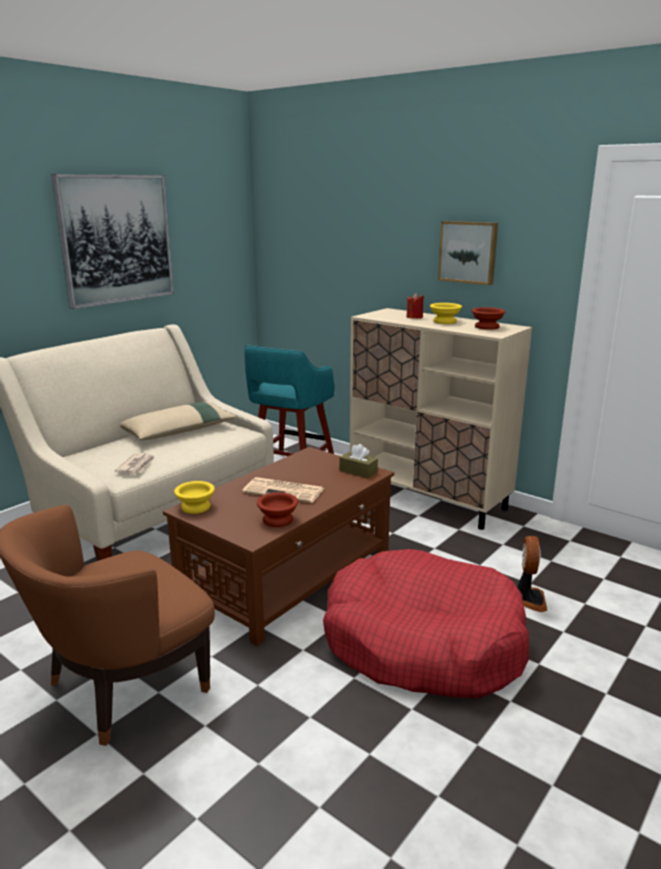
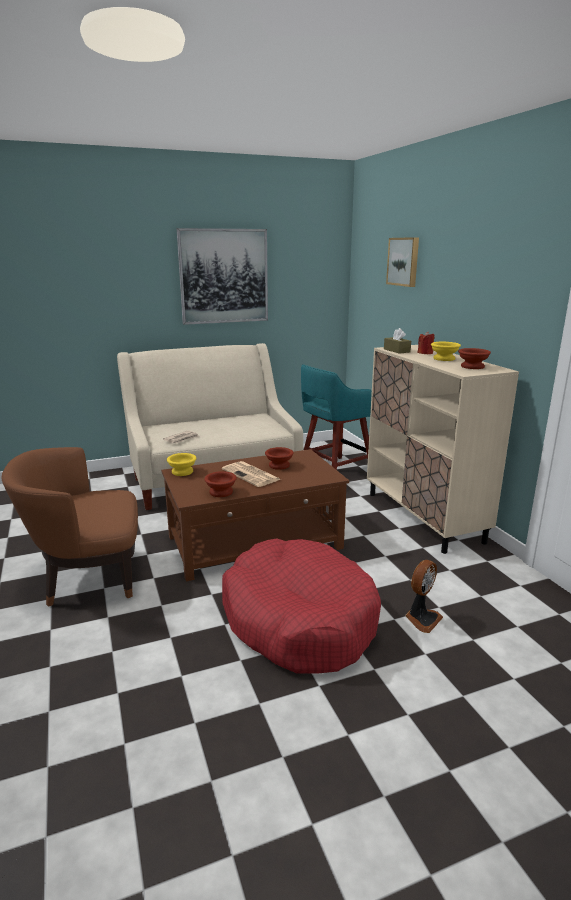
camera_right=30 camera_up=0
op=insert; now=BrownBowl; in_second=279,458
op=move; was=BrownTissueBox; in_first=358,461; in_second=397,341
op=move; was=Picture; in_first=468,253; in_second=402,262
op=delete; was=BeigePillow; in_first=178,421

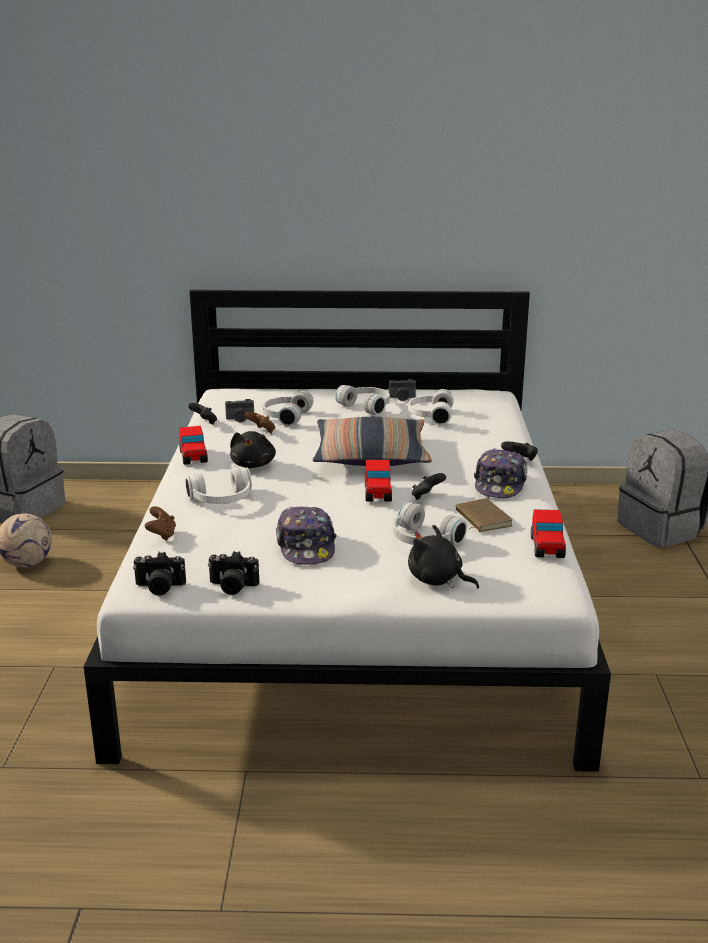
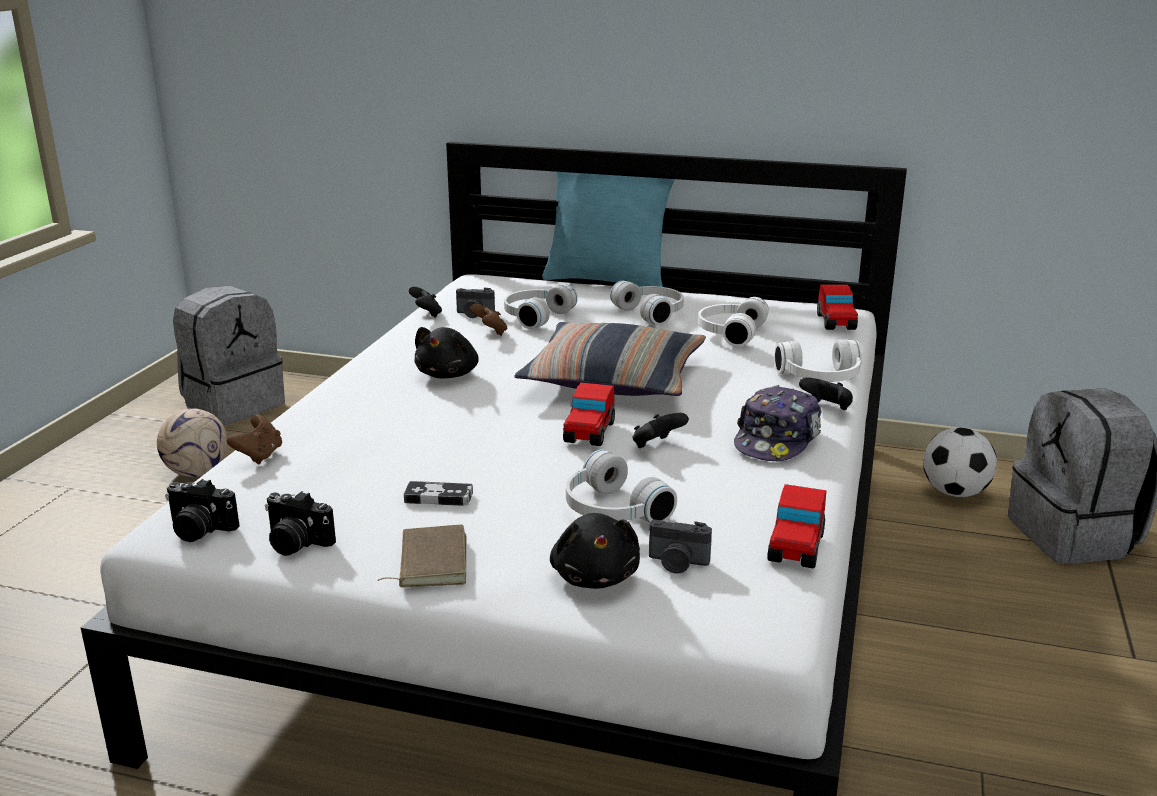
camera_right=15 camera_up=0
op=move; was=BrownBook; in_first=484,515; in_second=422,556
op=replace; was=Cap; now=GameController; in_first=306,535; in_second=438,493
op=insert; now=TurquoisePillow; in_second=608,229
op=rotate; was=BlackPlushToy; in_first=443,557; in_second=595,551; clockwise=-150
op=move; was=PhotoCamera; in_first=402,390; in_second=680,547
op=move; was=WhiteHeadphones; in_first=218,485; in_second=818,360
op=move; was=ToyCar; in_first=193,445; in_second=837,307
op=insert; now=Football; in_second=960,462

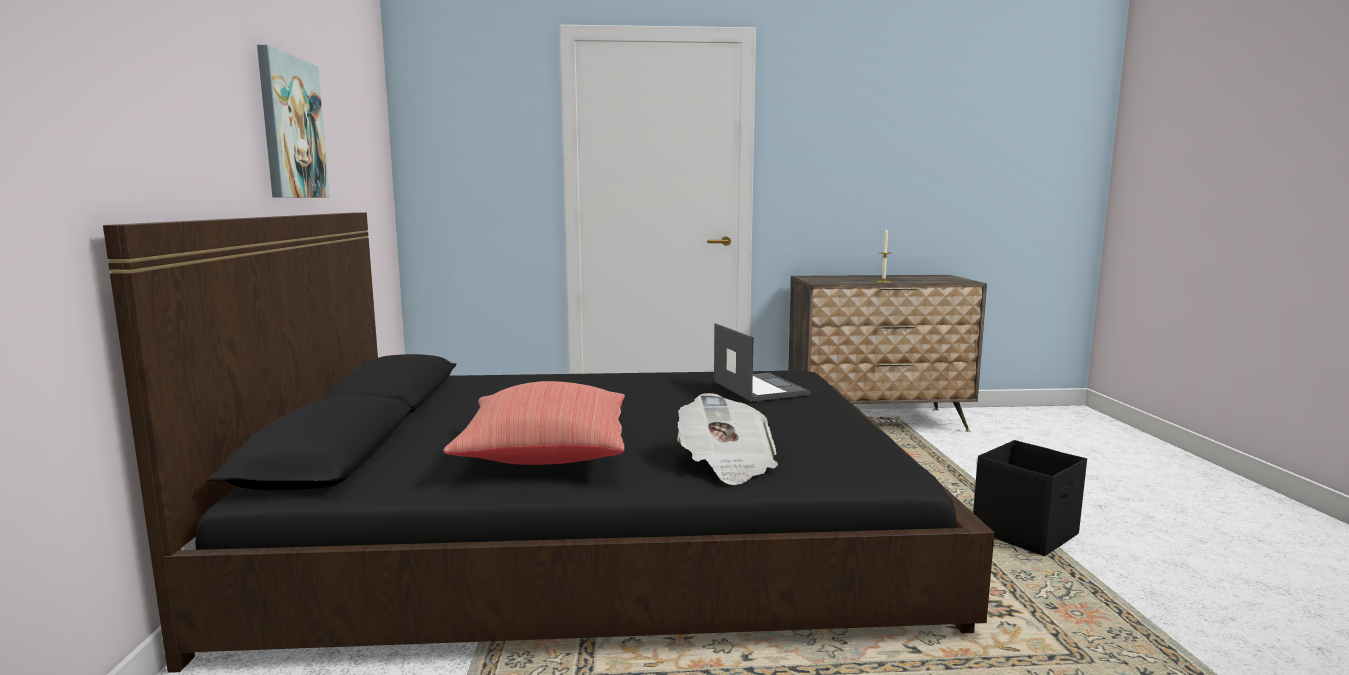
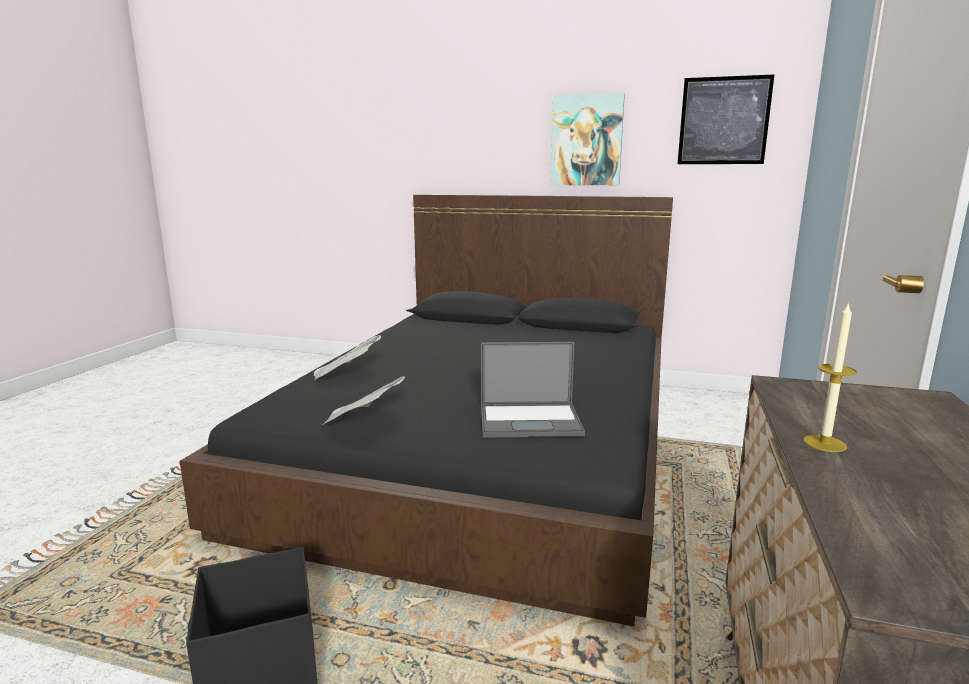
camera_right=110 camera_up=5
op=insert; now=Newspaper; in_second=362,401
op=insert; now=Picture; in_second=726,119
op=delete; was=RedPillow; in_first=534,423

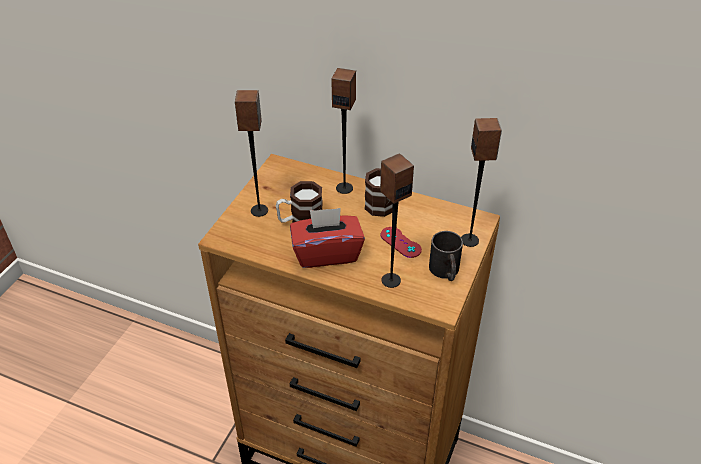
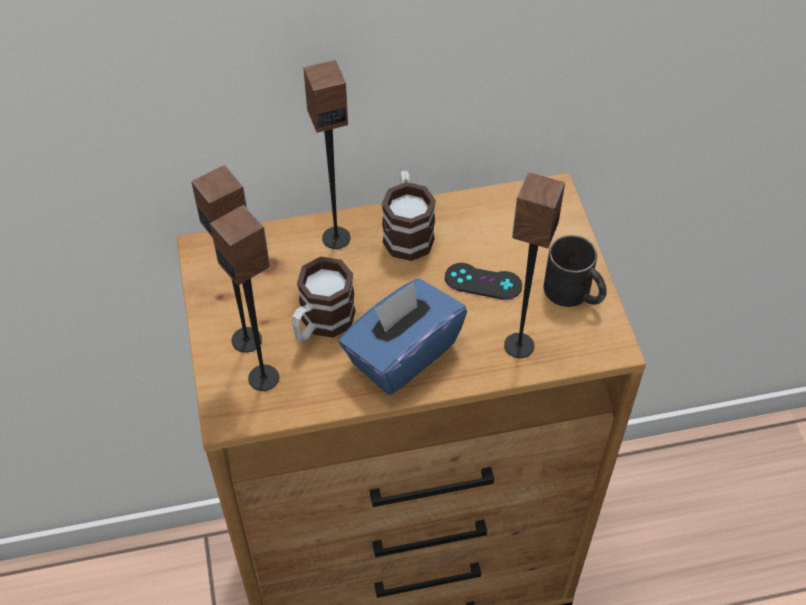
camera_right=-35 camera_up=10
op=move; was=Speaker; in_first=481,182; in_second=244,298
op=recolor; was=RedTissueBox; now=BlueTissueBox; in_first=327,238; in_second=403,336
op=recolor; was=RedGameController; now=BlackGameController; in_first=401,242; in_second=483,281

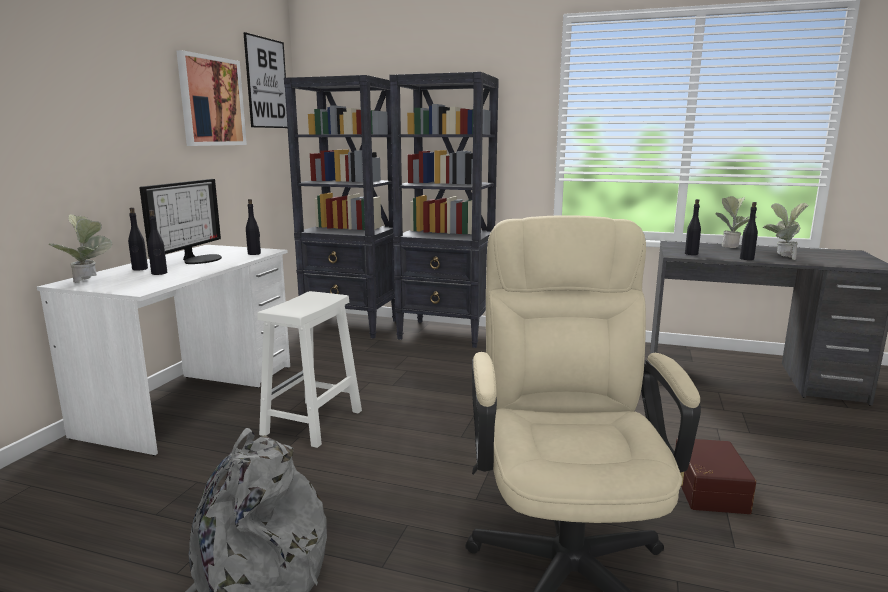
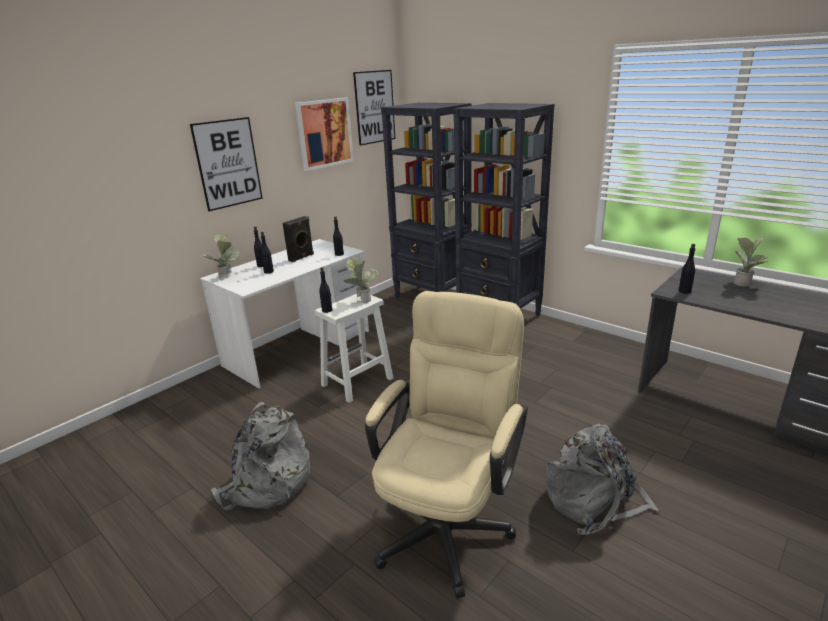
camera_right=25 camera_up=10
op=insert; now=Picture; in_second=226,164
op=replace; was=Monitor; now=BlackSpeaker; in_first=180,221; in_second=298,239
op=move; was=BlackBottle; in_first=749,231; in_second=325,290
op=move; was=PottedPlant; in_first=786,231; in_second=361,280
op=replace; was=BrownStorageBox; now=GreyBackpack; in_first=715,476; in_second=602,479

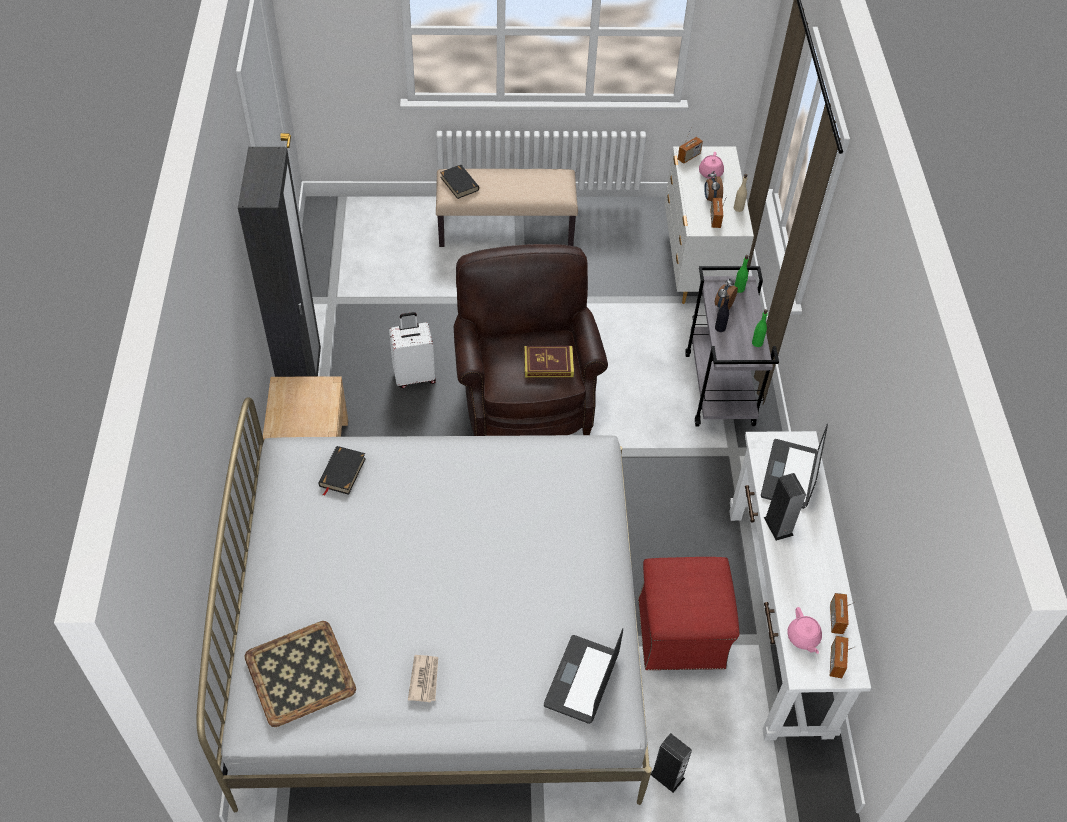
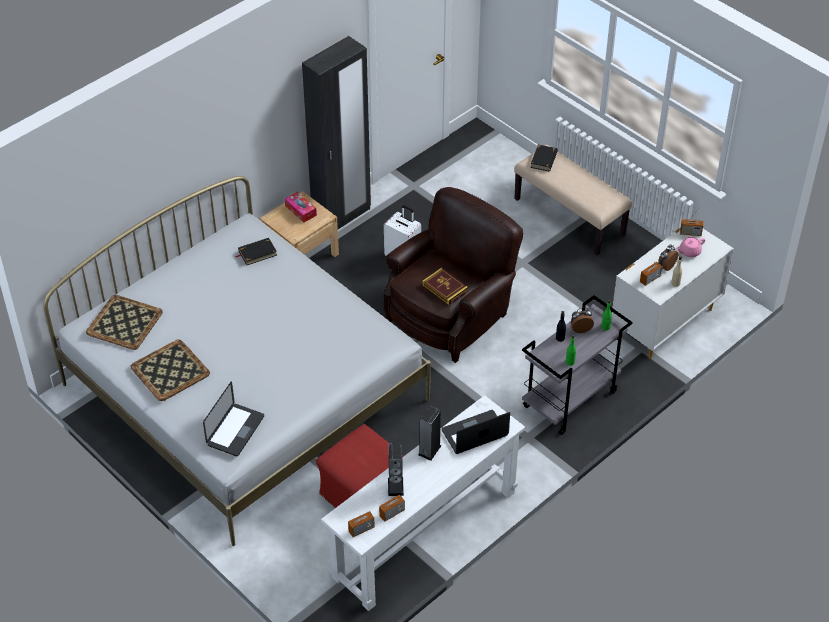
camera_right=50 camera_up=-5
op=replace; was=Newspaper; now=Tray; in_first=423,678; in_second=170,370
op=rotate; was=Laptop; in_first=583,676; in_second=233,418; clockwise=135
op=insert; now=TissueBox; in_second=301,207
op=move; was=Speaker; in_first=671,763; in_second=396,469
op=delete; was=PinkTeapot; in_first=804,630

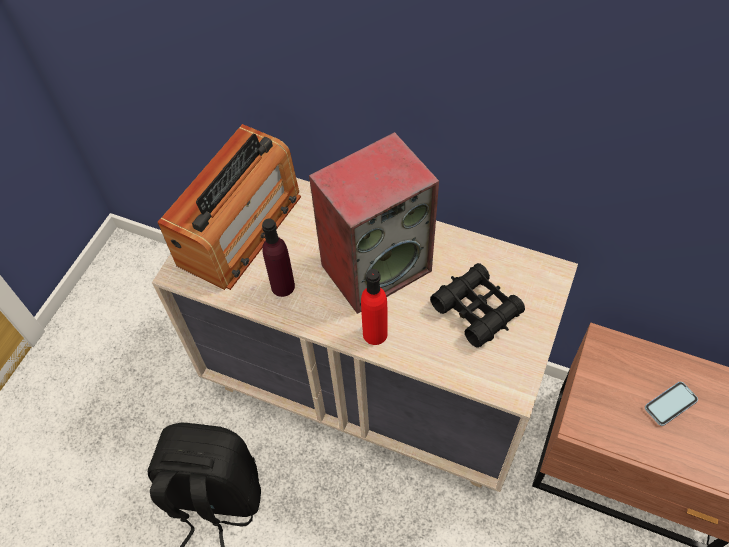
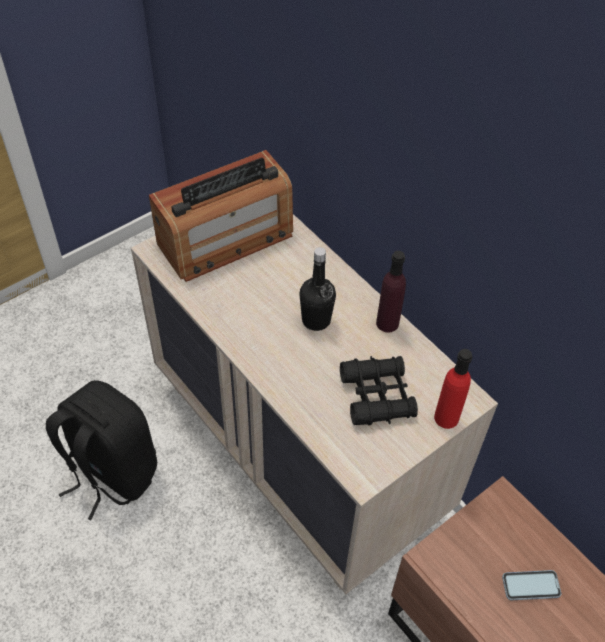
camera_right=25 camera_up=-5
op=replace; was=Speaker; now=BlackBottle; in_first=374,223; in_second=318,289
op=move; was=PurpleBottle; in_first=278,257; in_second=391,291
op=move; was=RedBottle; in_first=374,307; in_second=453,389

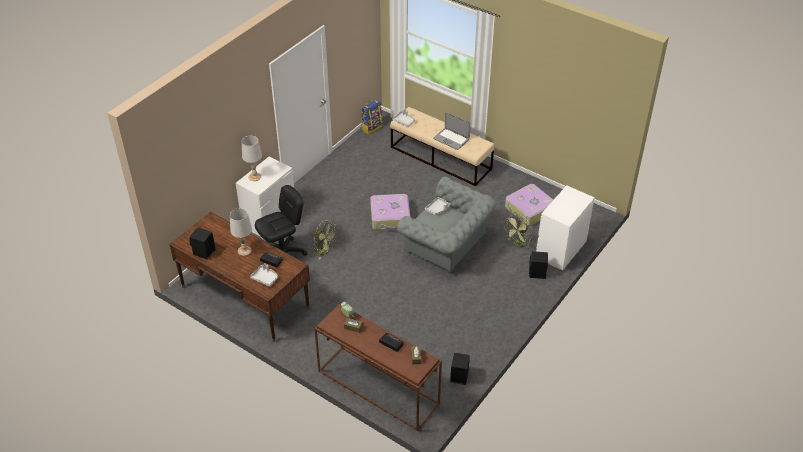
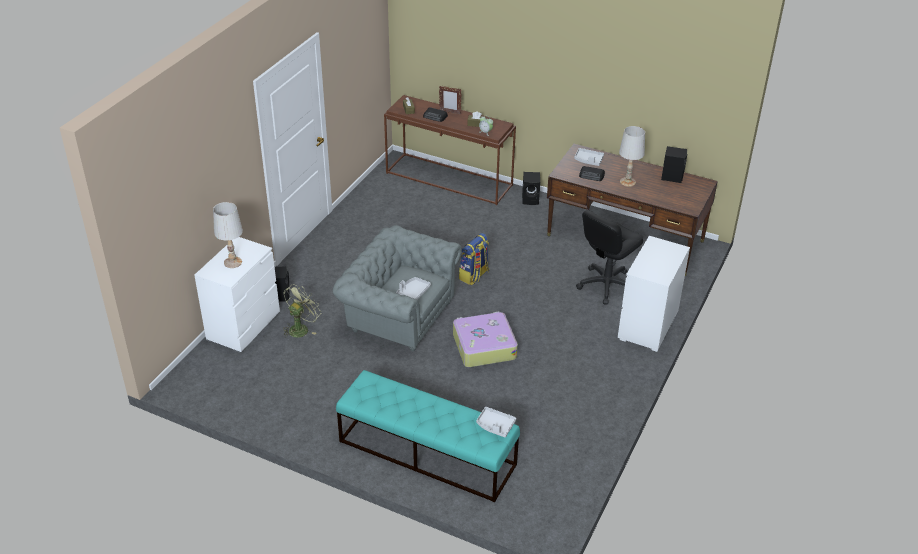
camera_right=170 camera_up=-5
op=move; was=WhiteTableLamp; in_first=252,158; in_second=228,235
op=recolor; was=BeigeBench; now=TurquoiseBench; in_first=442,146; in_second=428,436
op=insert; now=PictureFrame; in_second=450,100
op=move; was=Backpack; in_first=372,117; in_second=474,259
op=move; was=BlackSpeaker; in_first=460,369; in_second=531,188
op=delete; was=GreenFan; in_first=325,240
op=delete; was=Laptop; in_first=452,131
op=delete; was=Suitcase; in_first=529,205

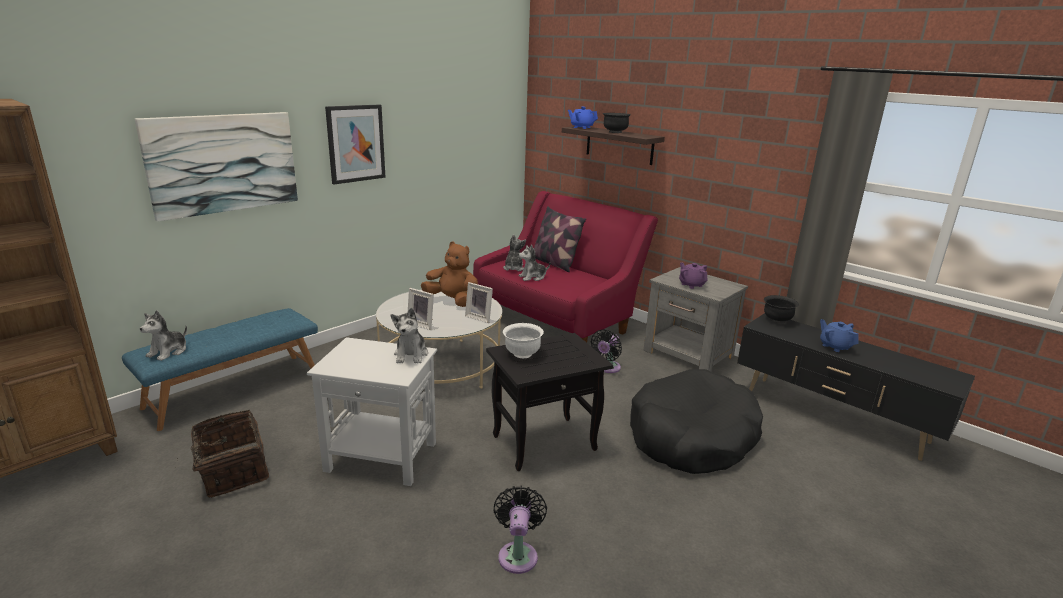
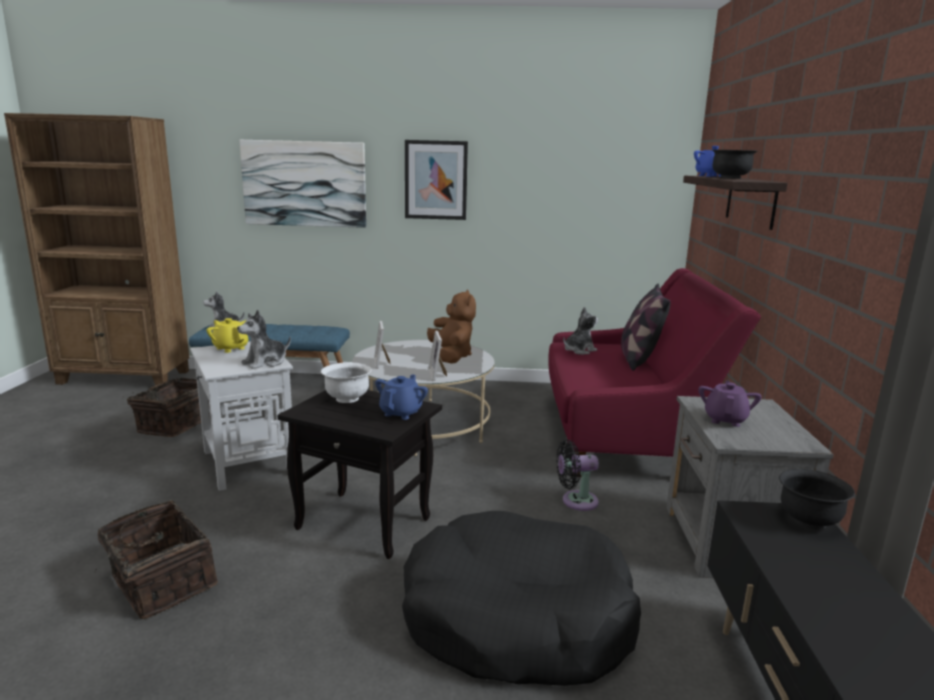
camera_right=50 camera_up=-5
op=replace; was=BlackFan; now=Basket; in_first=520,530; in_second=156,559
op=insert; now=YellowTeapot; in_second=227,335
op=move; was=BlueTeapot; in_first=839,335; in_second=401,397
op=delete; was=PlushToy; in_first=534,262

